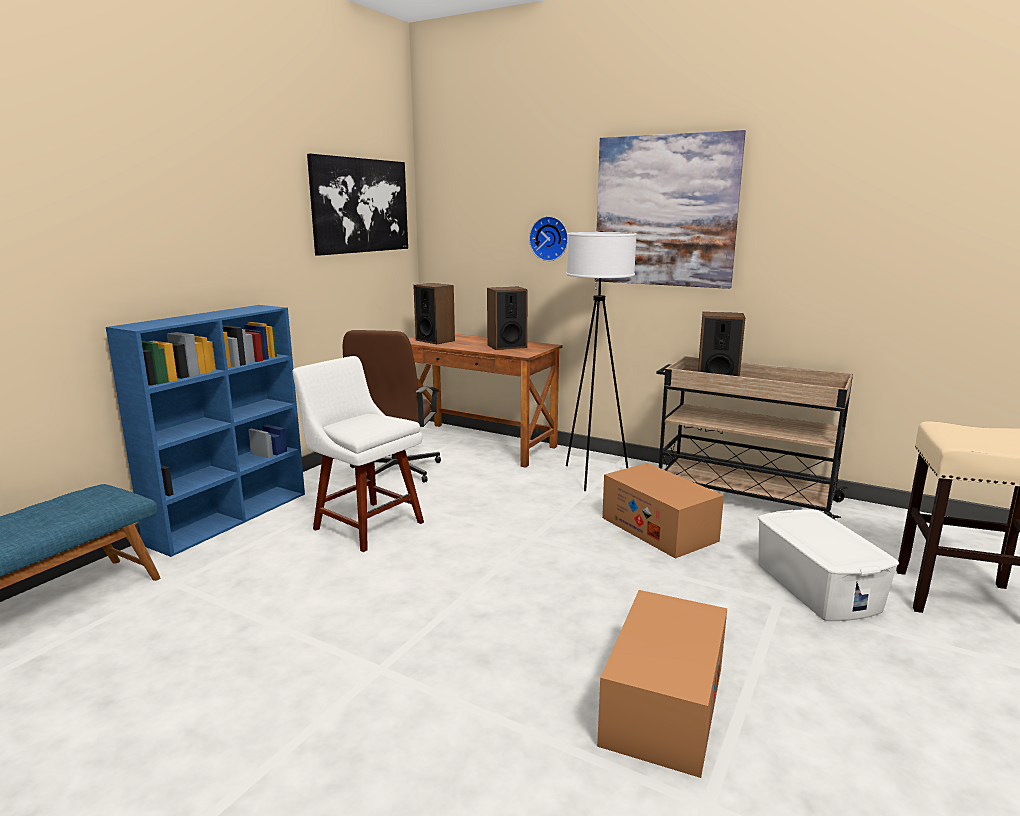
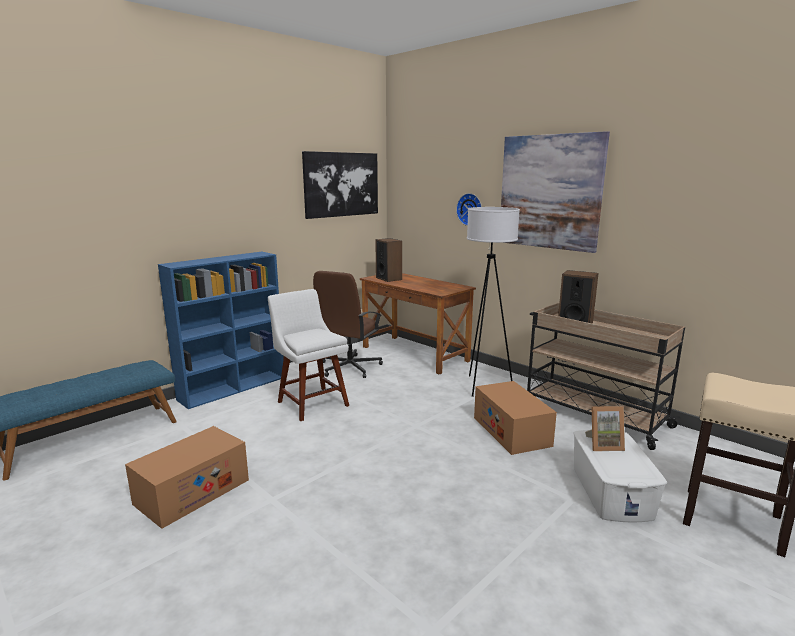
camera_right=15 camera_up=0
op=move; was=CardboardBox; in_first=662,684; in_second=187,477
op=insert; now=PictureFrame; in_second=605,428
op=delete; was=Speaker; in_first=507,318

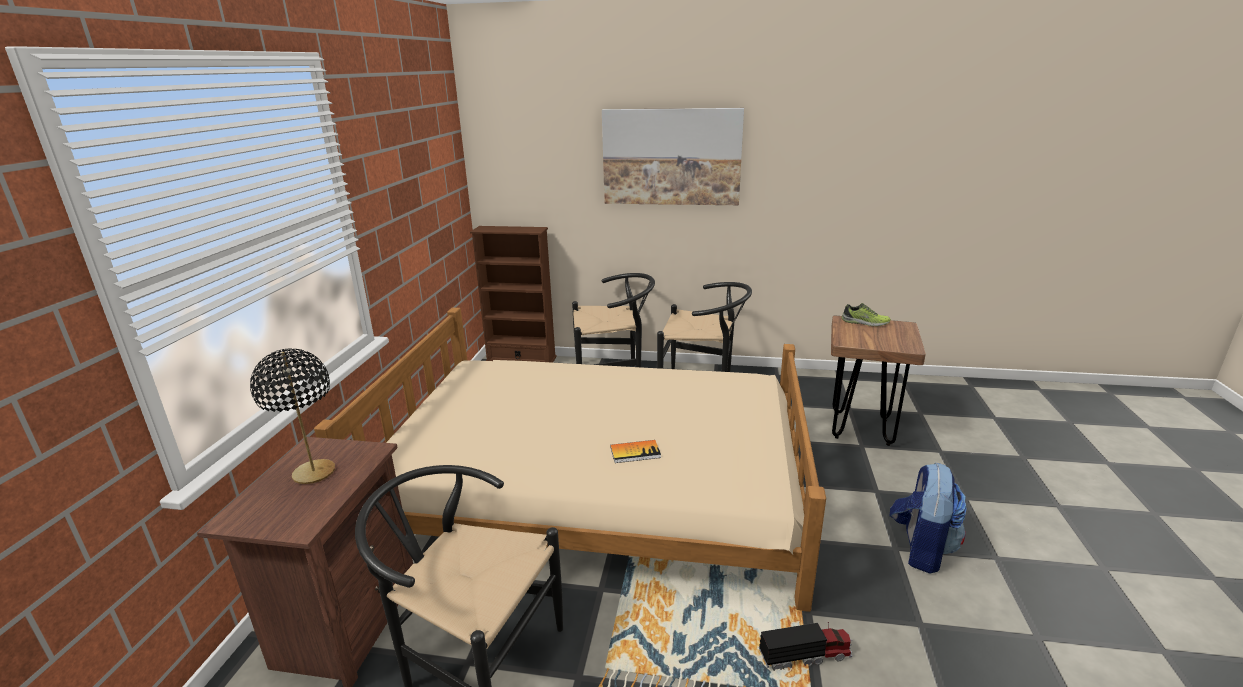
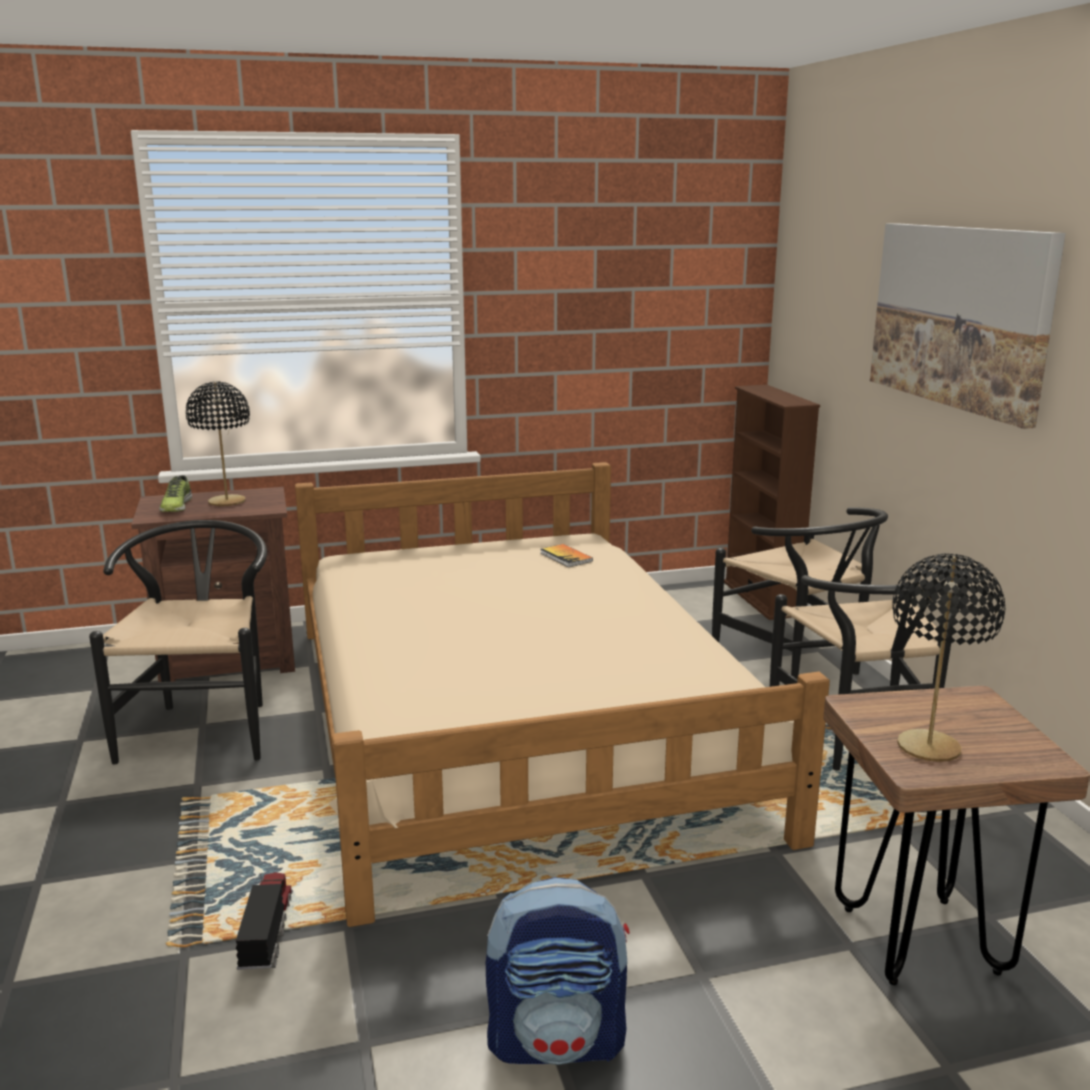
camera_right=65 camera_up=-5
op=move; was=Shoe; in_first=866,315; in_second=175,493
op=rotate; was=ToyTruck; in_first=806,646; in_second=264,921; clockwise=-150
op=move; was=Book; in_first=635,451; in_second=566,555
op=insert; now=BlackTableLamp; in_second=948,658

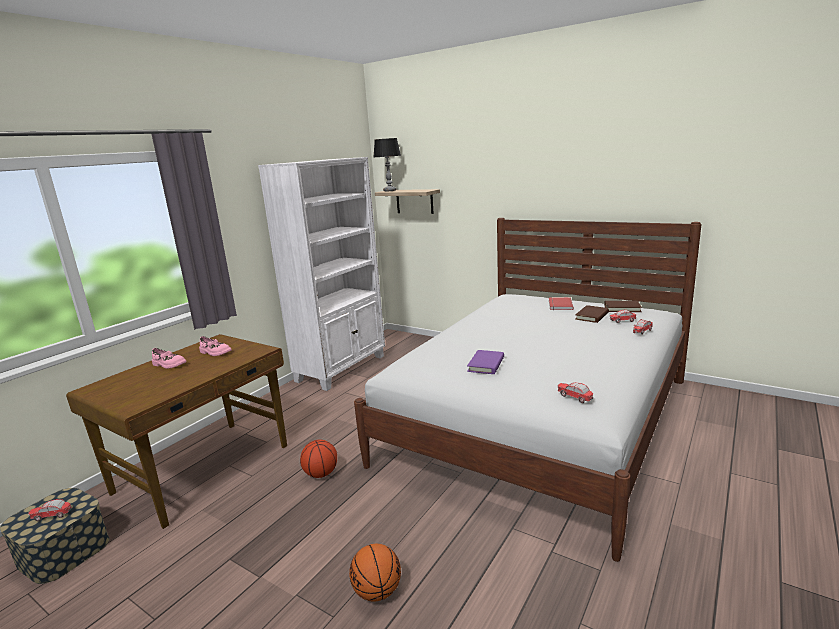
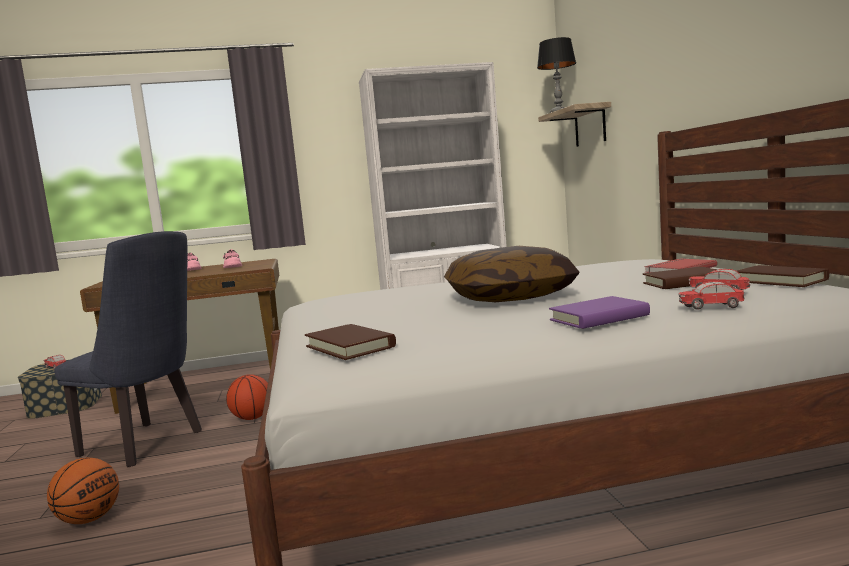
camera_right=45 camera_up=-10
op=insert; now=BlueChair; in_second=128,349
op=replace; was=ToyCar; now=BrownBook; in_first=575,393; in_second=350,342
op=insert; now=Pillow; in_second=512,274
op=move; was=PurpleBook; in_first=485,362; in_second=599,312

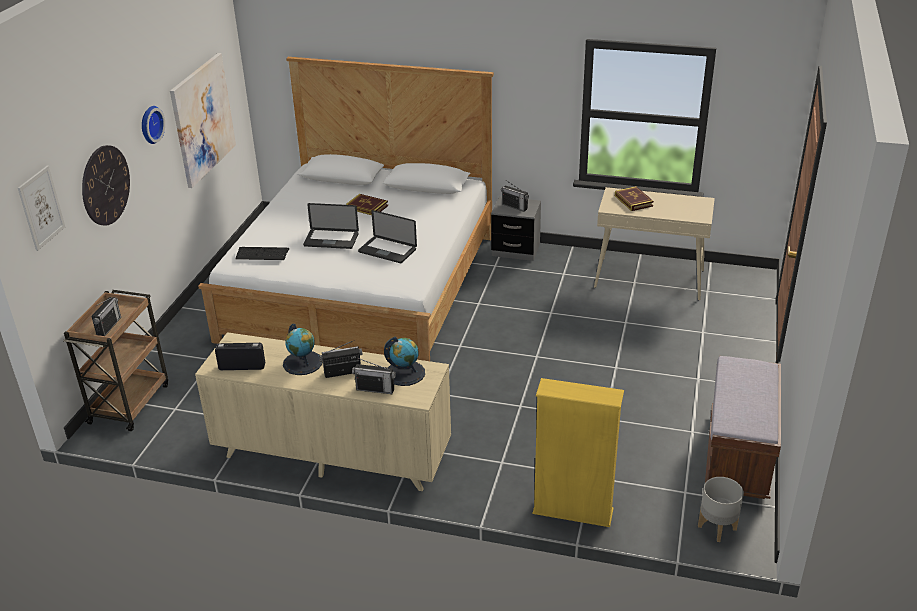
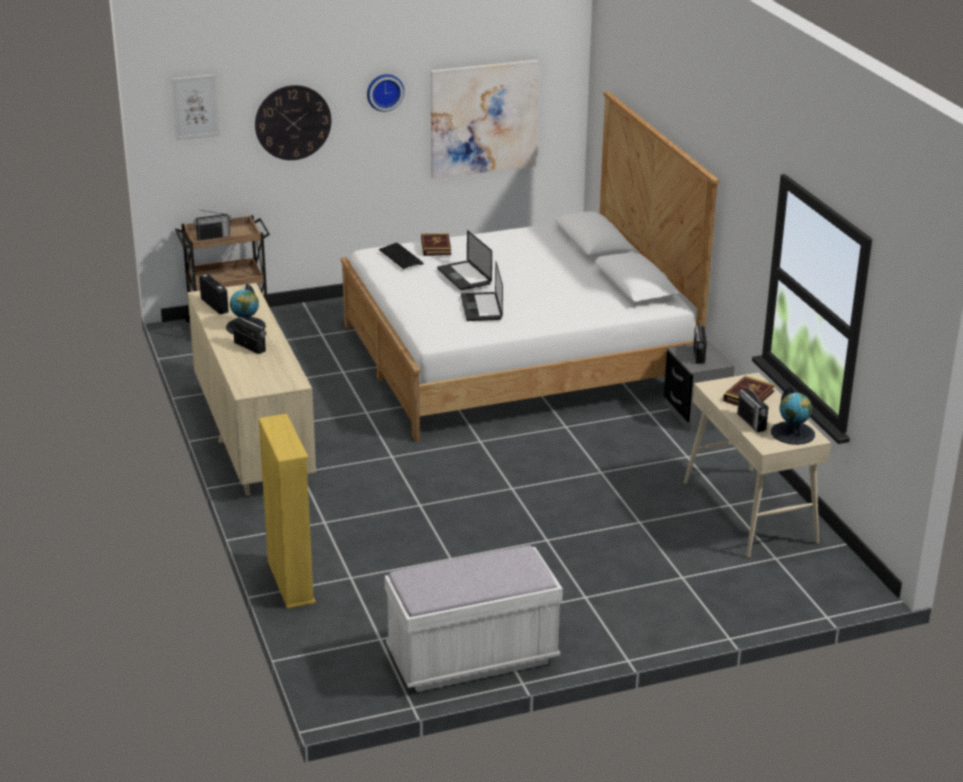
camera_right=55 camera_up=-5
op=recolor; was=BrownBench; now=WhiteBench; in_first=743,427; in_second=474,618
op=move; was=Book; in_first=367,204; in_second=436,244
op=move; was=Radio; in_first=374,376; in_second=753,406
op=move; was=Globe; in_first=404,361; in_second=793,416
op=delete; was=GreyPlanter; in_first=721,509

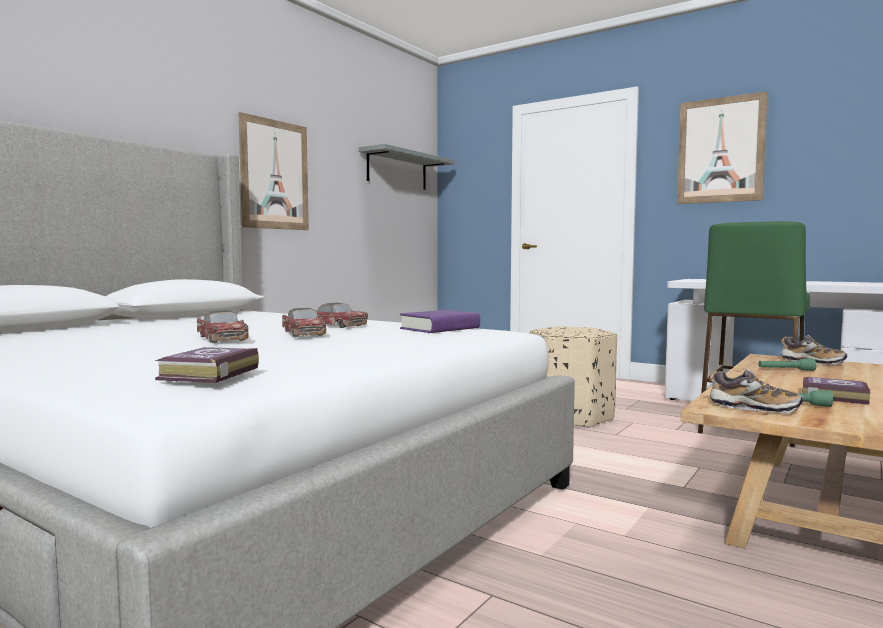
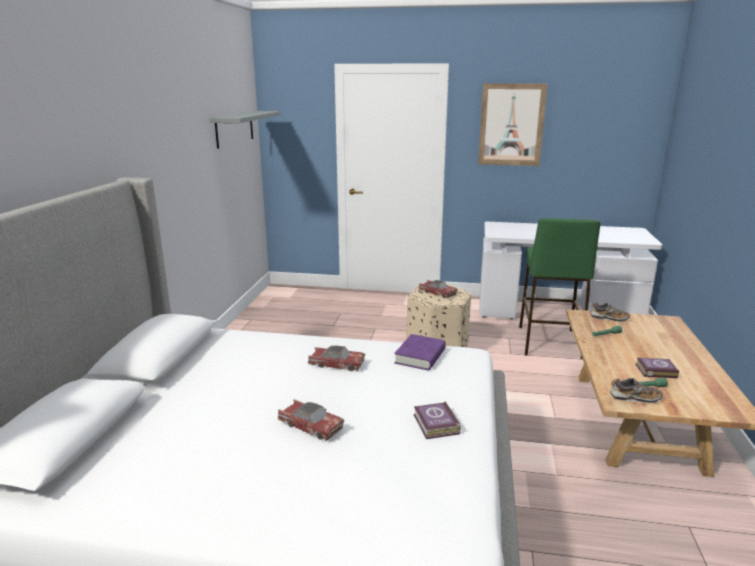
camera_right=-25 camera_up=15
op=move; was=Book; in_first=207,365; in_second=437,420
op=move; was=ToyCar; in_first=304,322; in_second=438,289
op=delete; was=Picture; in_first=273,171

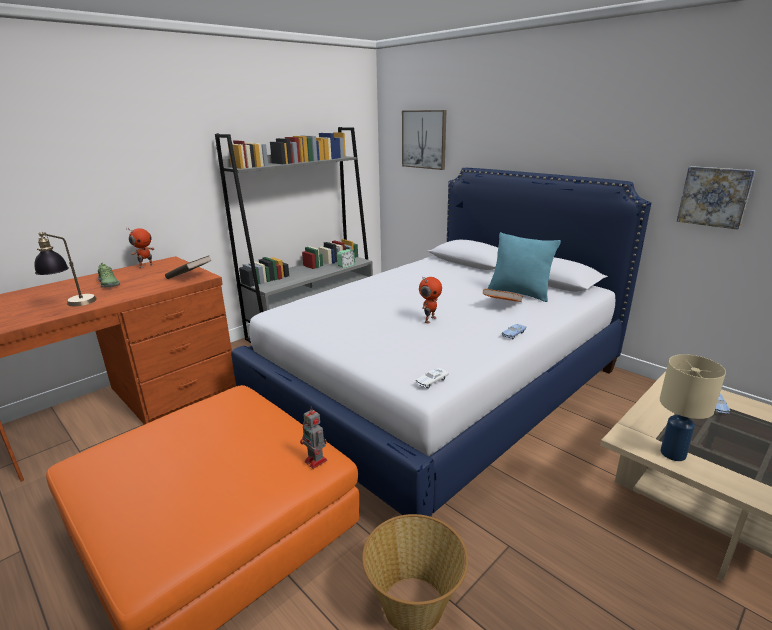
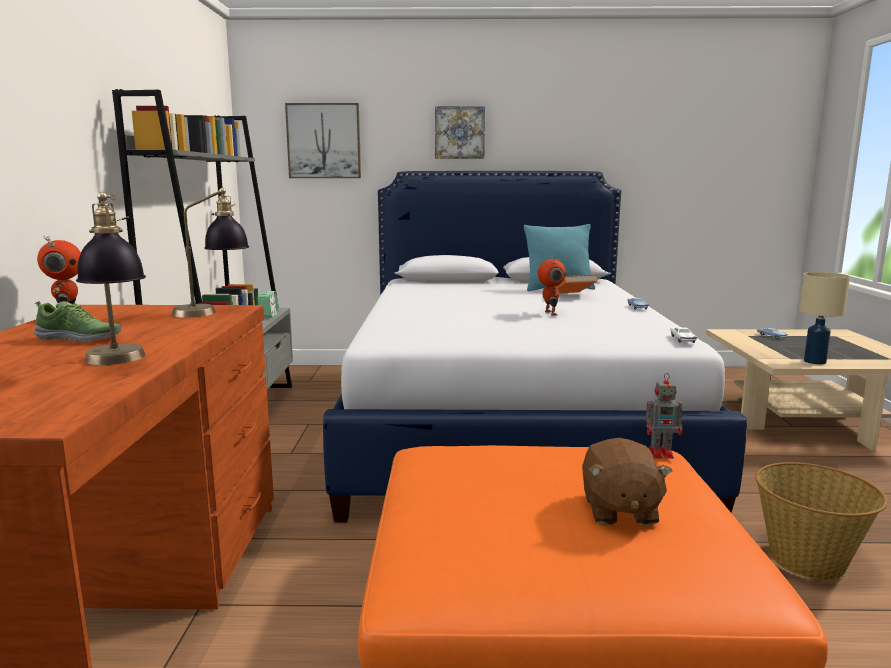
camera_right=-45 camera_up=-10
op=replace; was=BrownBook; now=TableLamp; in_first=188,267; in_second=210,253
op=move; was=Picture; in_first=716,198; in_second=460,132
op=insert; now=BrownPlushToy; in_second=627,481

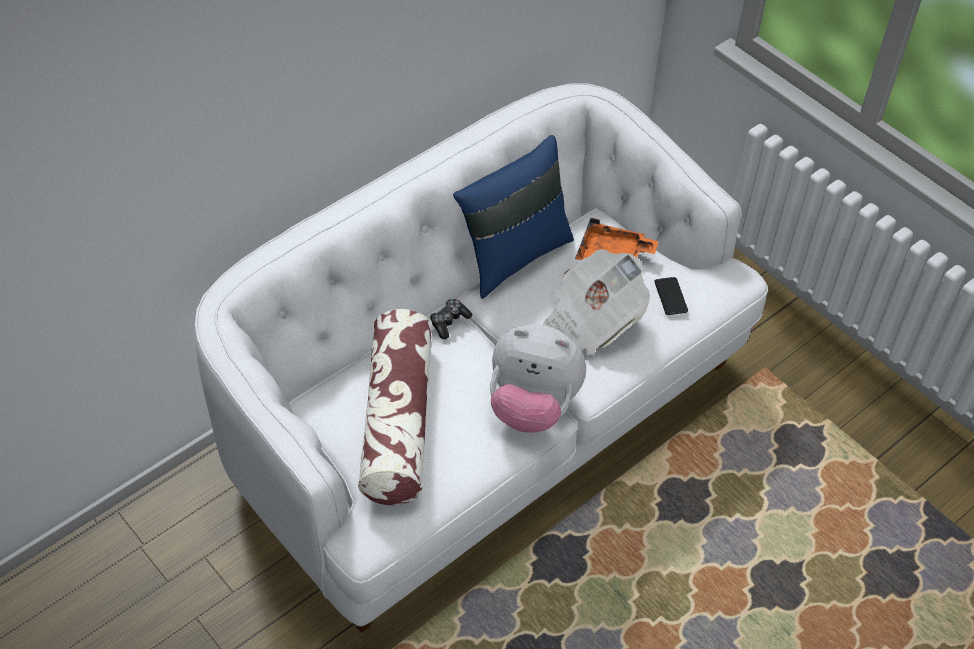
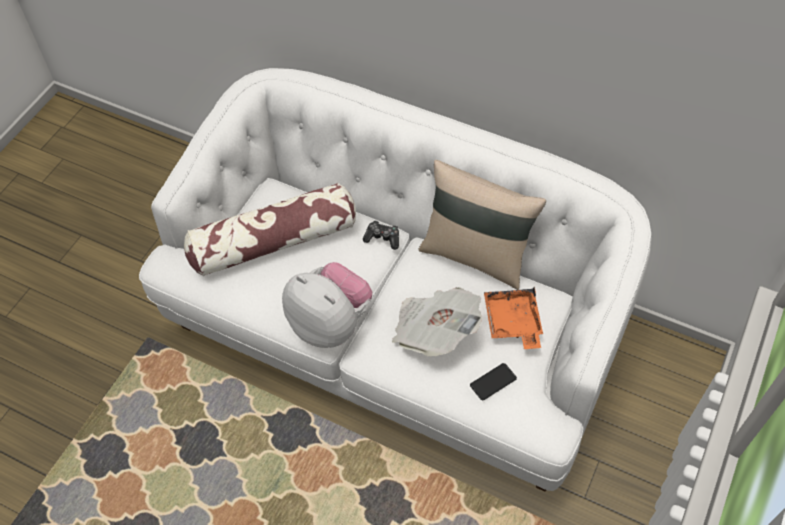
camera_right=70 camera_up=5
op=rotate; was=PlushToy; in_first=538,379; in_second=327,305; clockwise=135
op=recolor; was=BluePillow; now=BeigePillow; in_first=513,217; in_second=482,225

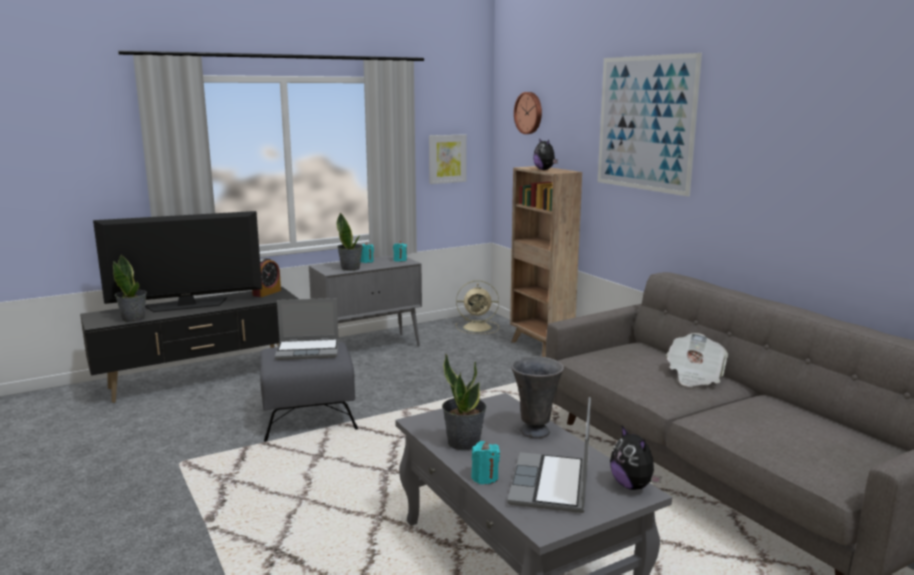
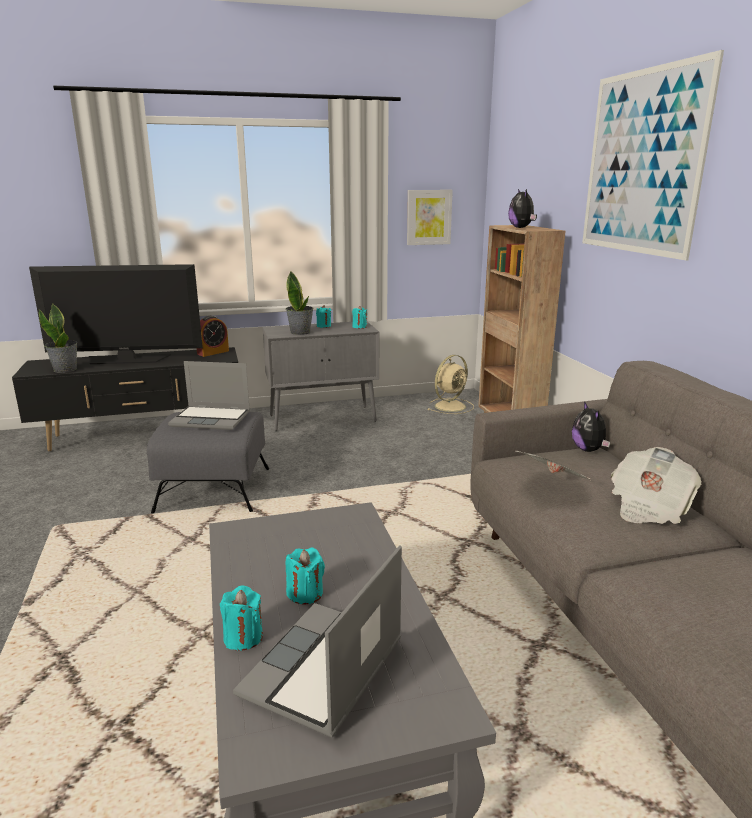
camera_right=15 camera_up=5
op=insert; now=TurquoiseCandle; in_second=305,576
op=rotate; was=BeigeFan; in_first=477,307; in_second=451,384; clockwise=-60
op=insert; now=Newspaper; in_second=554,466
op=move; was=PlushToy; in_first=635,458; in_second=591,426
op=delete; was=PottedPlant; in_first=464,402
op=delete; was=GreyVase; in_first=537,397
op=delete; was=WallClock; in_first=528,113

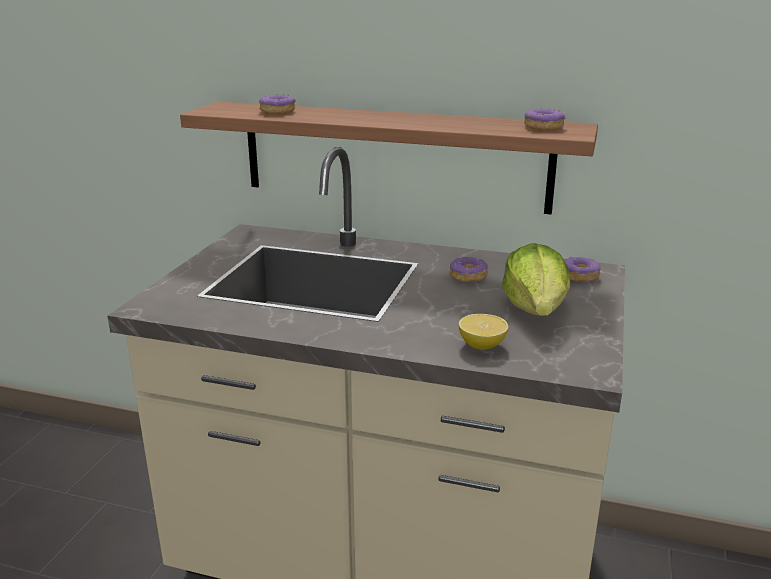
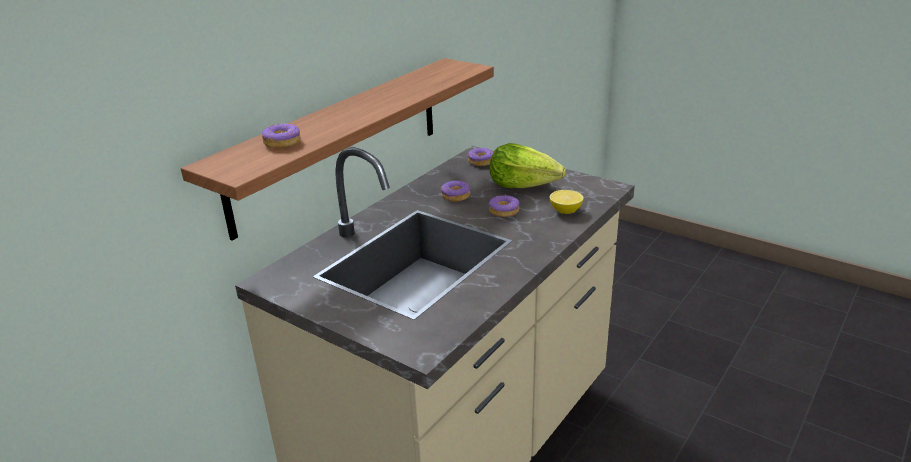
camera_right=-70 camera_up=5
op=move; was=Donut; in_first=545,119; in_second=504,206

